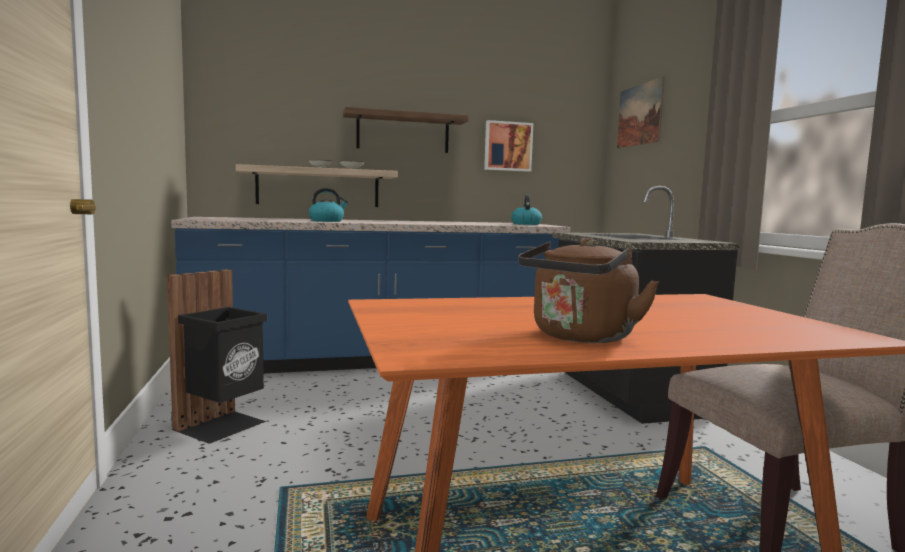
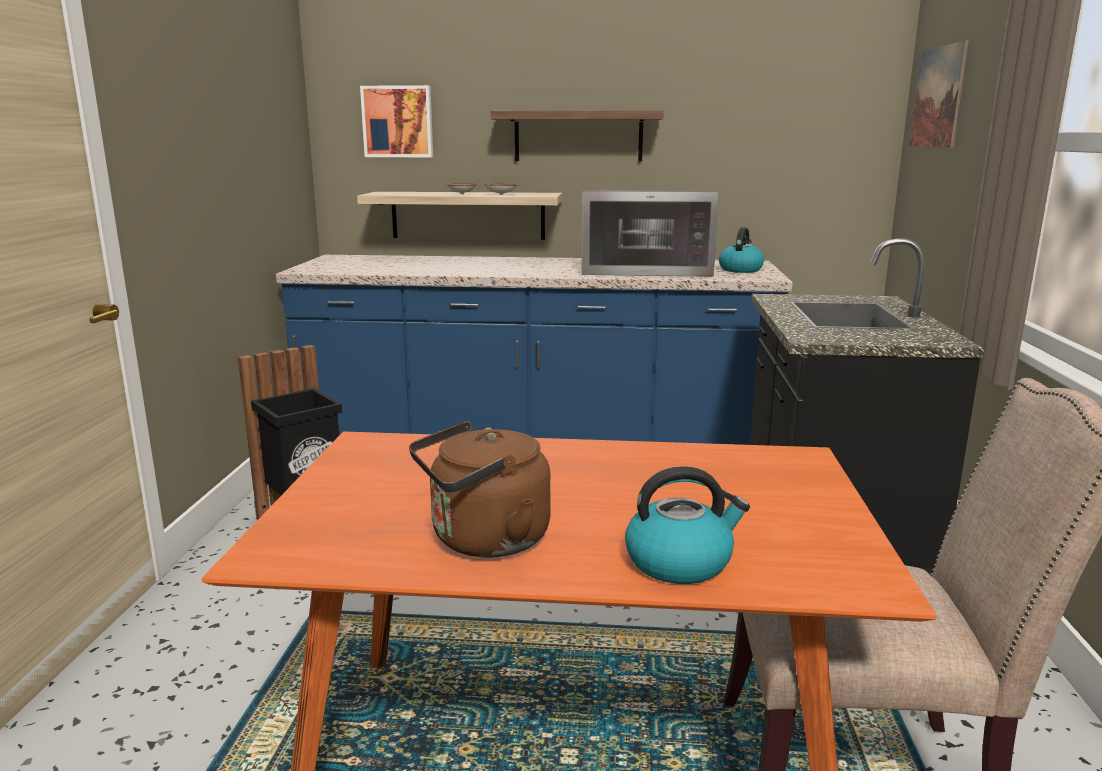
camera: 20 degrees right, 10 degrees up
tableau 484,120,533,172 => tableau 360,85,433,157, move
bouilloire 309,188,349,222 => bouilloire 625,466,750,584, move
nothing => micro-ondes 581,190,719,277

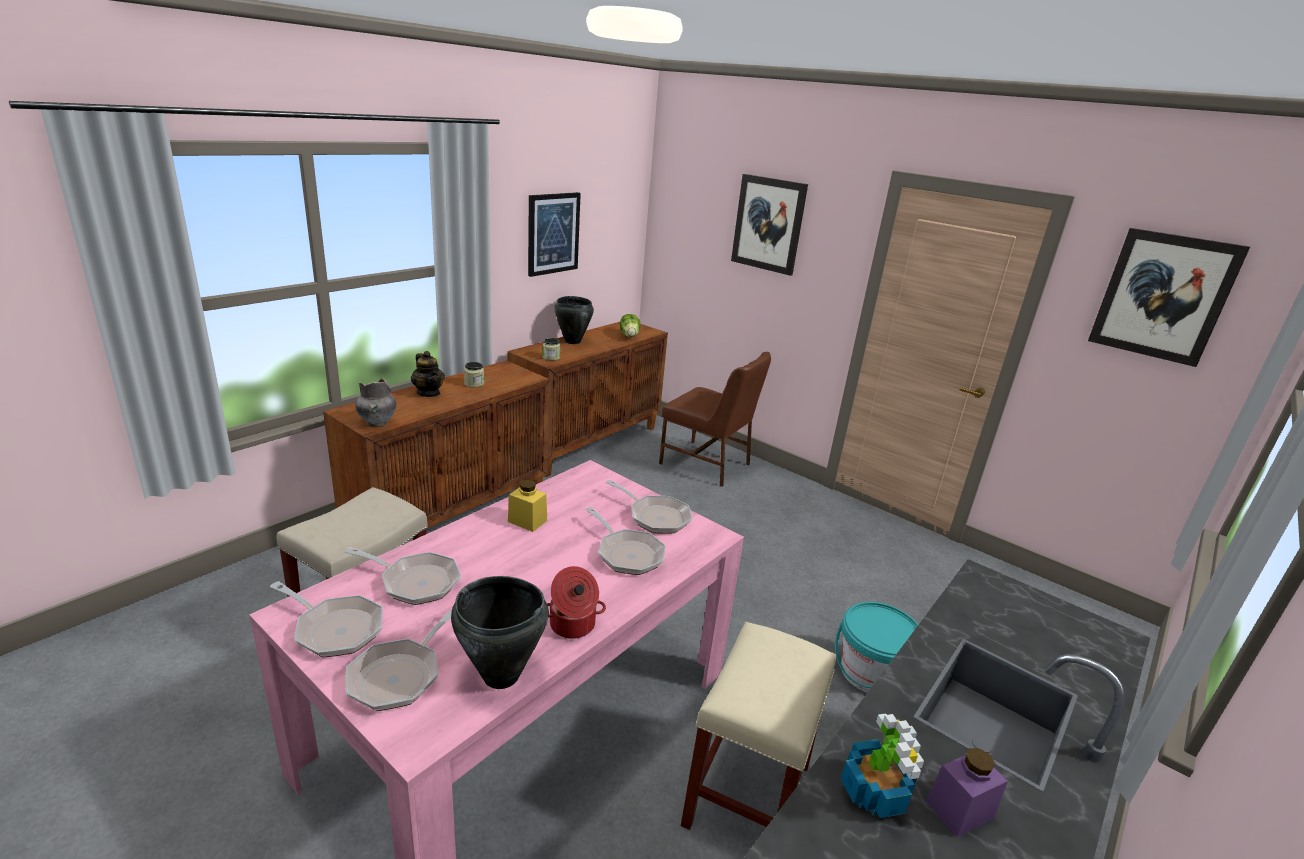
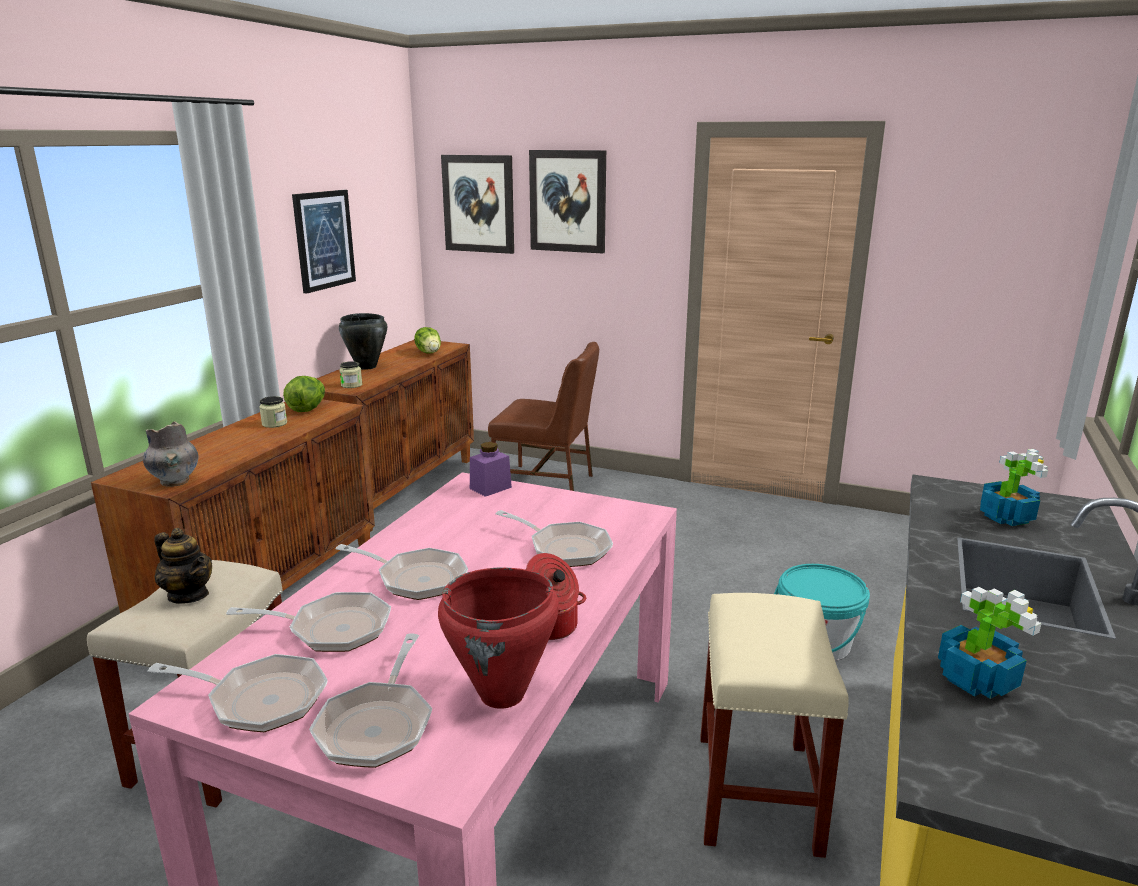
camera: 15 degrees left, 5 degrees down
tableau 1088,228,1250,367 => tableau 441,155,514,254, move
théière 411,351,445,397 => théière 155,528,212,604, move
bocal/jaune 508,480,547,532 => nothing
poêle 606,480,693,534 => poêle 335,544,468,600, move
marmite/noir 451,576,549,689 => marmite/rouge 438,567,559,709
bocal/violet 926,748,1008,837 => bocal/violet 470,442,512,497, move
nothing => laitue 283,376,325,412
nothing => plante en pot 980,449,1048,526

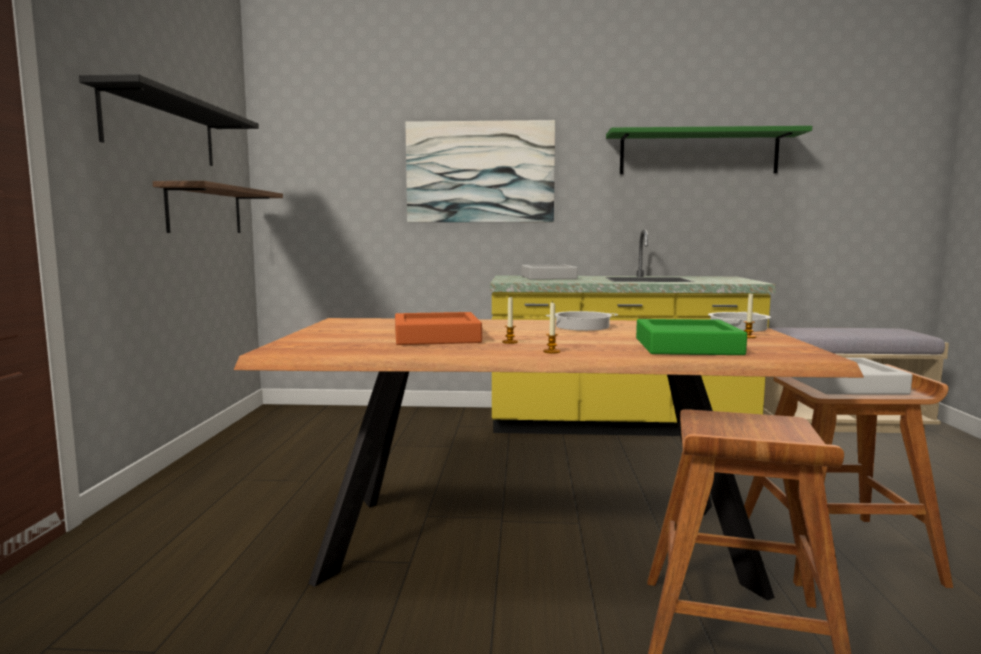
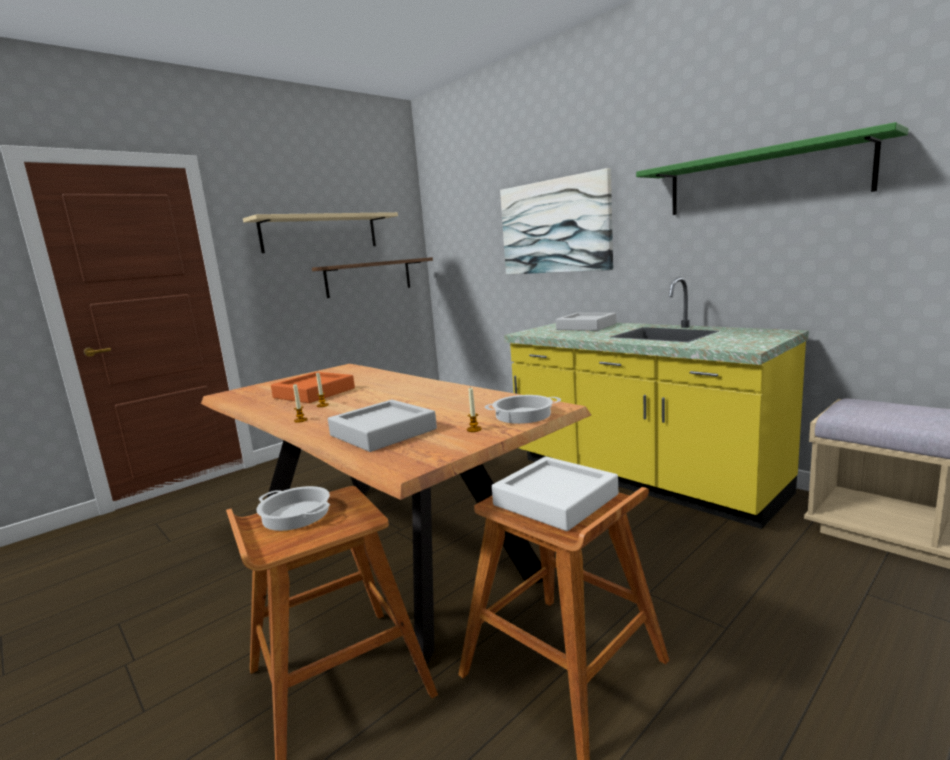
camera: 45 degrees right, 5 degrees up
étagère/noir 79,74,259,166 => étagère/beige 243,212,398,253
marmite 546,311,618,331 => marmite 256,486,330,531, move
plateau/vert 636,319,747,355 => plateau/gris 328,400,437,452

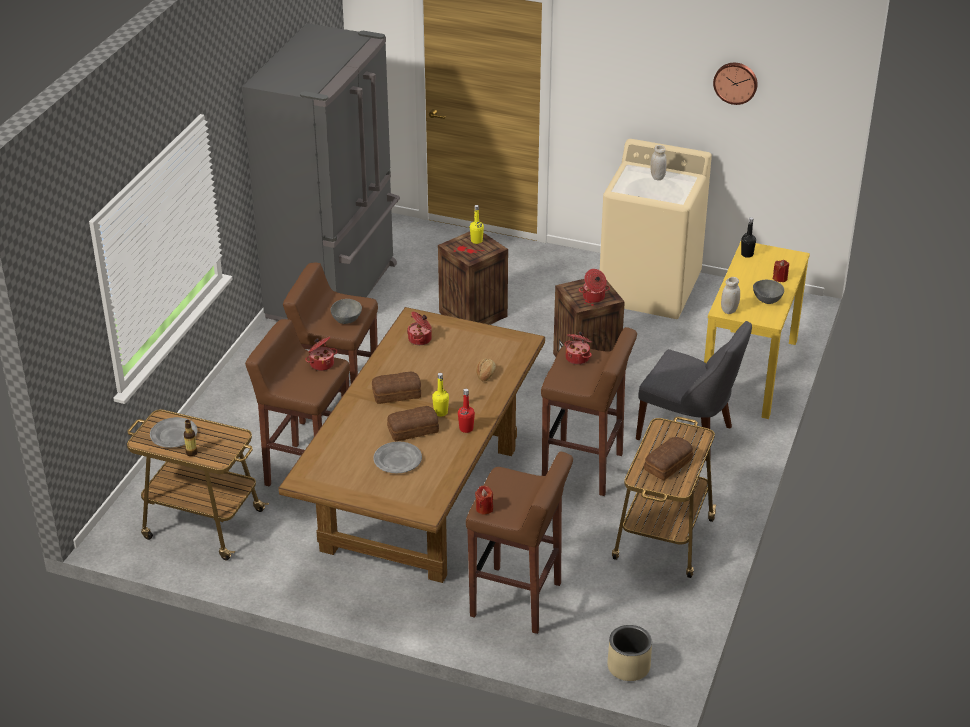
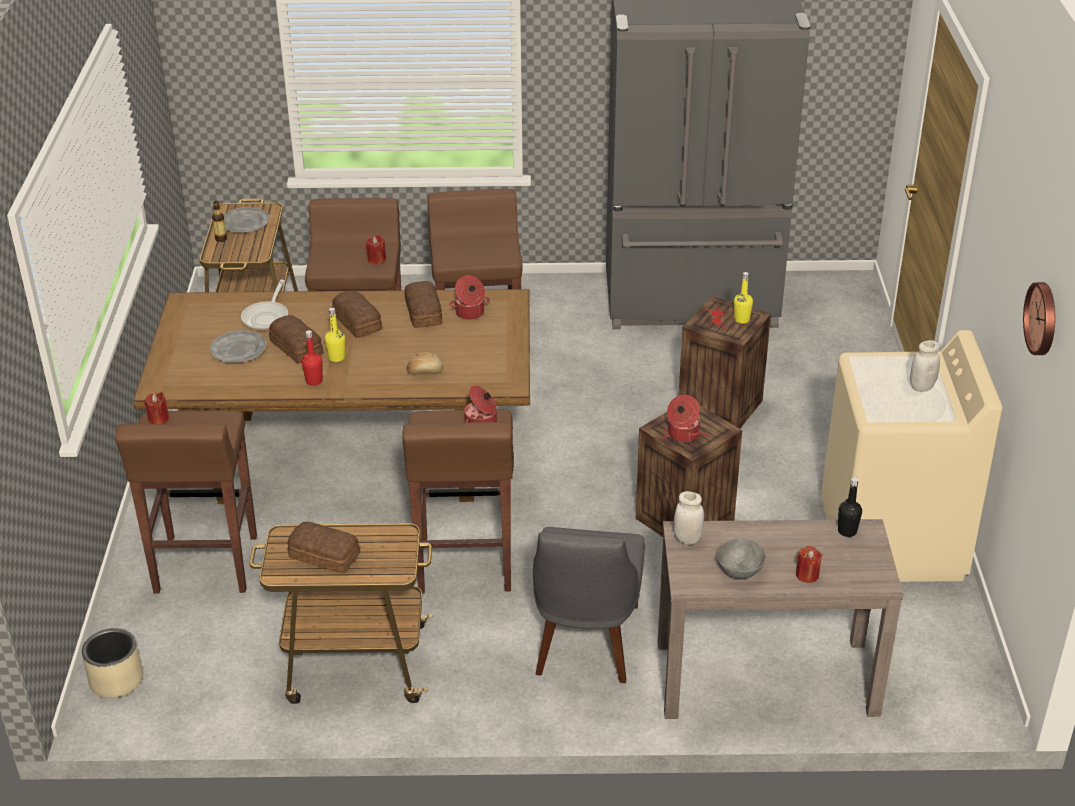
camera: 70 degrees right, 0 degrees up
table console/jaune 704,242,810,419 => table console/marron 658,519,904,719
bol/gris 331,299,362,324 => nothing
marmite 305,337,337,371 => bougie/rouge 365,235,386,265
nothing => poêle 241,280,288,331
nothing => pain 405,281,442,328

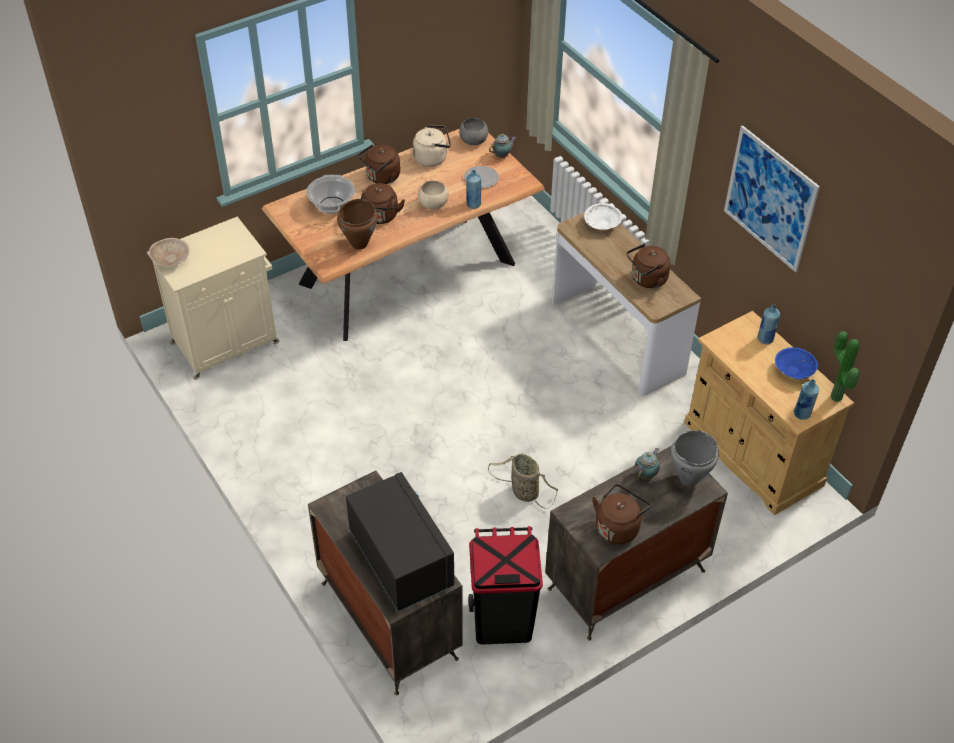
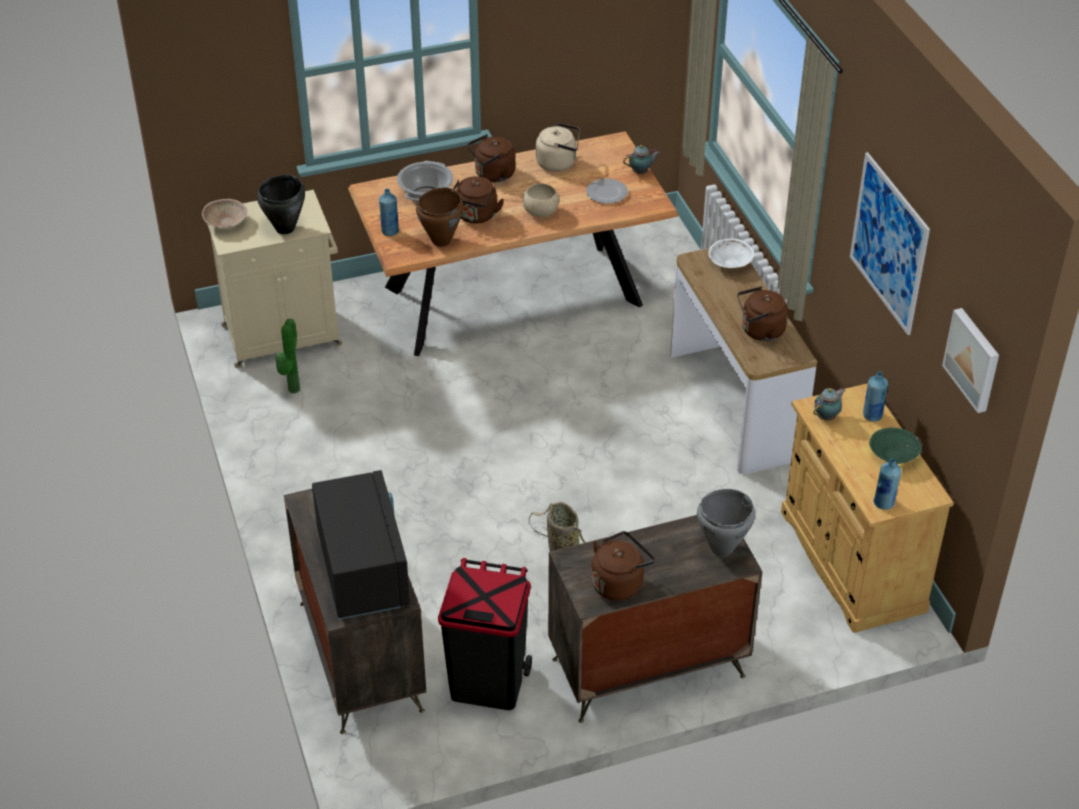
camera: 15 degrees right, 5 degrees down
bol/gris 459,118,488,145 => nothing
bouteille/bleu 466,170,481,209 => bouteille/bleu 379,189,399,236, move
plante en pot 831,331,860,402 => plante en pot 276,319,300,394, move
bol/bleu 775,348,818,379 => bol/vert 869,427,922,464
théière 635,448,660,480 => théière 813,387,845,421, move
nothing => marmite/noir 257,175,305,234
nothing => tableau 942,308,999,413

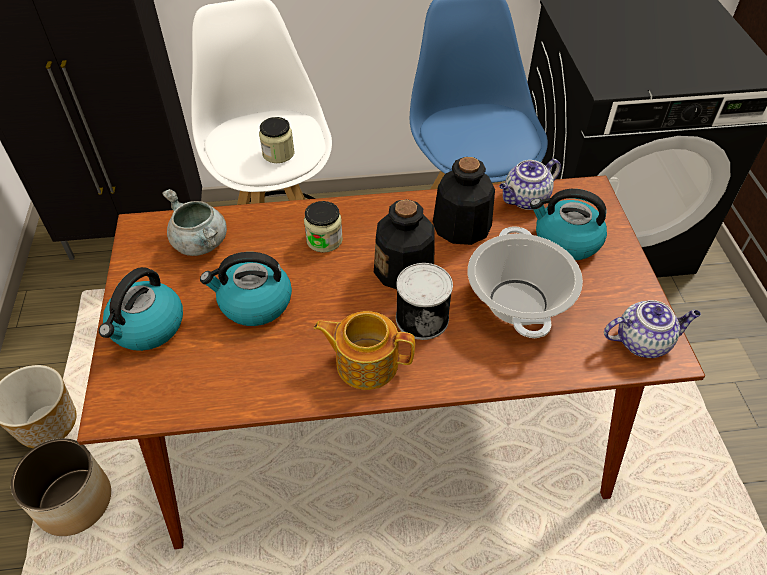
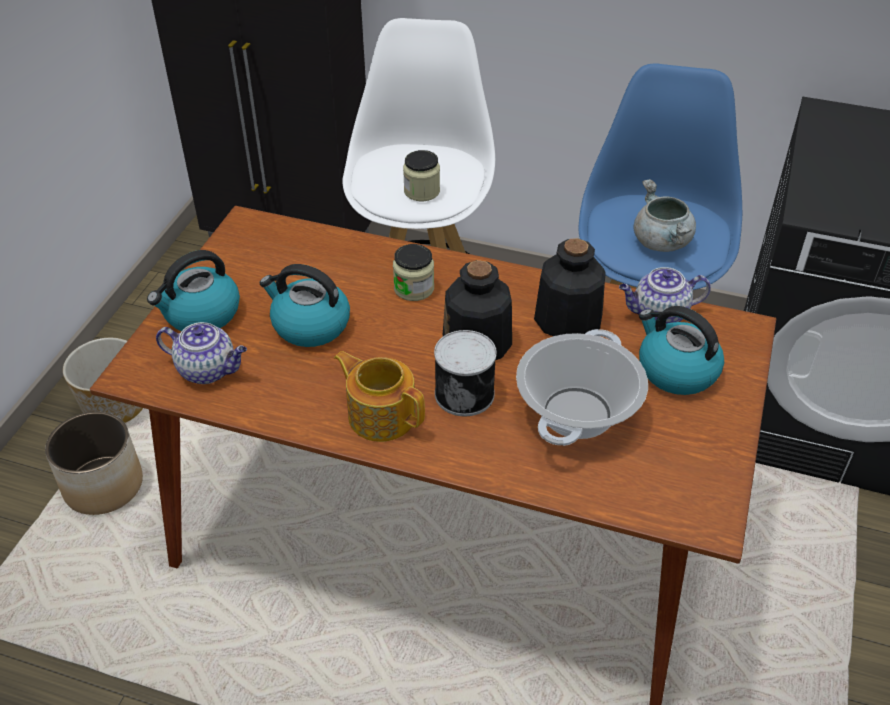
camera: 25 degrees right, 5 degrees down
marmite/gris 162,189,227,256 => marmite/gris 633,179,696,252, move
théière 604,300,701,358 => théière 156,322,247,384, move

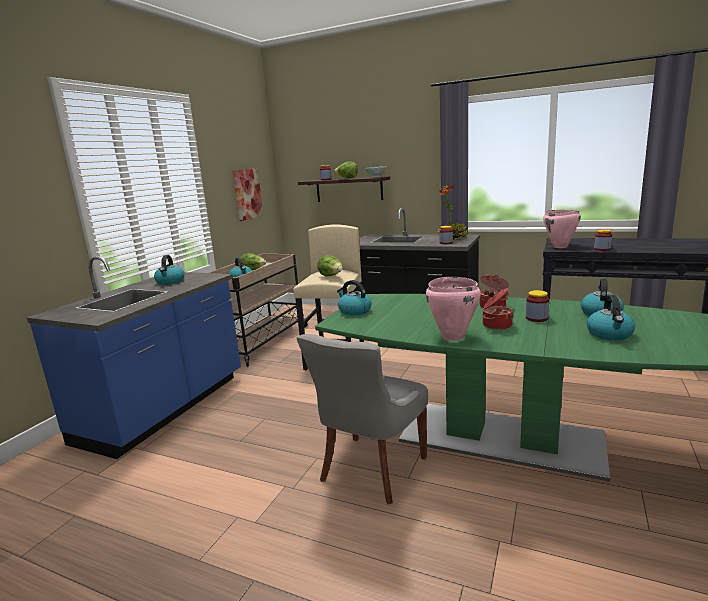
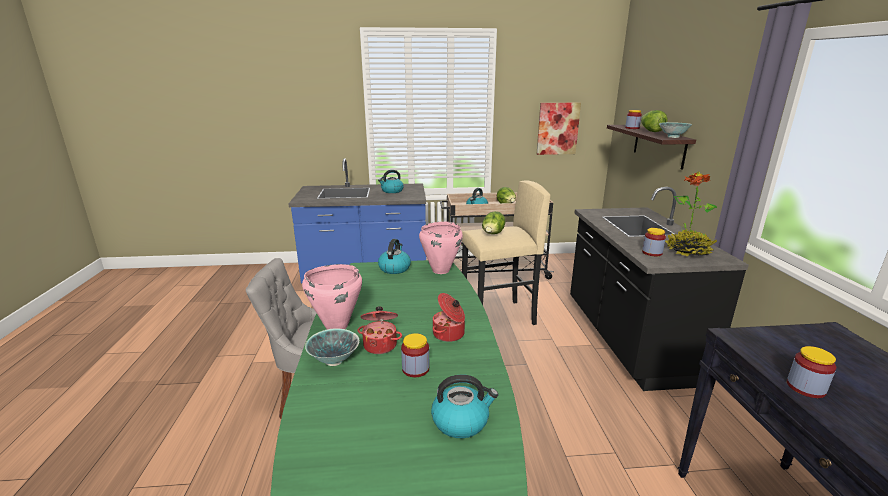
camera: 60 degrees right, 5 degrees up
marmite/rose 543,210,581,248 => marmite/rose 419,222,463,274, move
bouilloire 587,295,635,340 => nothing
nothing => bol 305,328,359,366

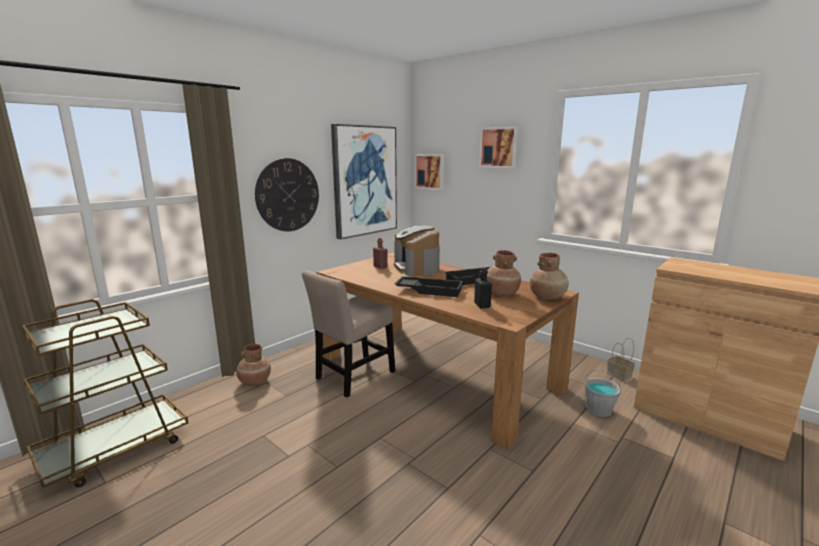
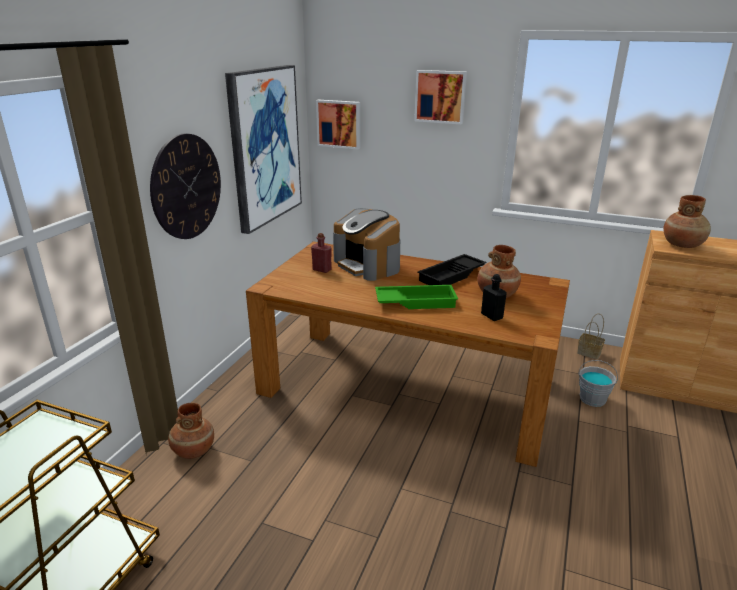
camera: 20 degrees left, 10 degrees up
vase/marron 530,253,569,300 => vase/marron 664,195,711,248, move
chaise/beige 302,270,395,398 => nothing
plateau/noir 395,276,463,297 => plateau/vert 375,285,458,309

